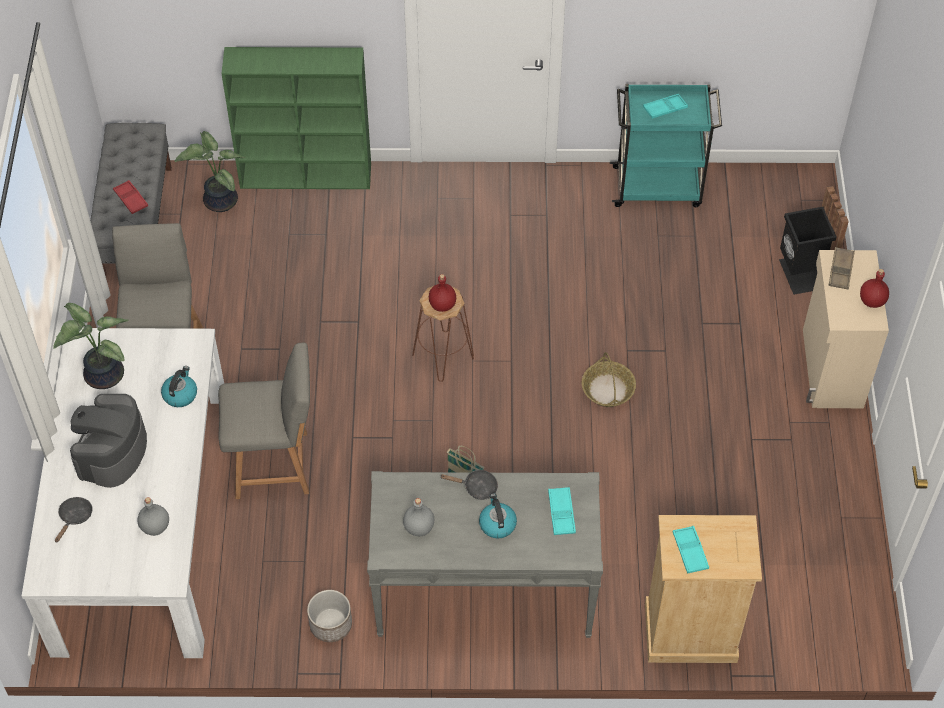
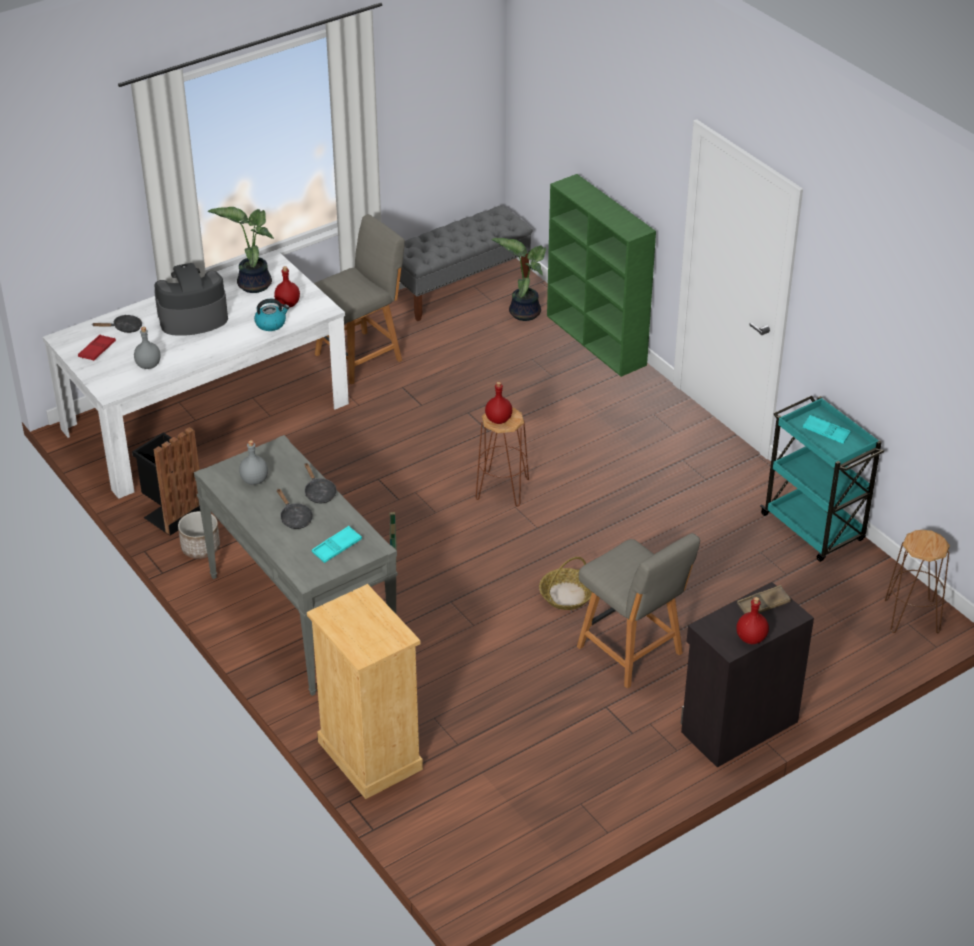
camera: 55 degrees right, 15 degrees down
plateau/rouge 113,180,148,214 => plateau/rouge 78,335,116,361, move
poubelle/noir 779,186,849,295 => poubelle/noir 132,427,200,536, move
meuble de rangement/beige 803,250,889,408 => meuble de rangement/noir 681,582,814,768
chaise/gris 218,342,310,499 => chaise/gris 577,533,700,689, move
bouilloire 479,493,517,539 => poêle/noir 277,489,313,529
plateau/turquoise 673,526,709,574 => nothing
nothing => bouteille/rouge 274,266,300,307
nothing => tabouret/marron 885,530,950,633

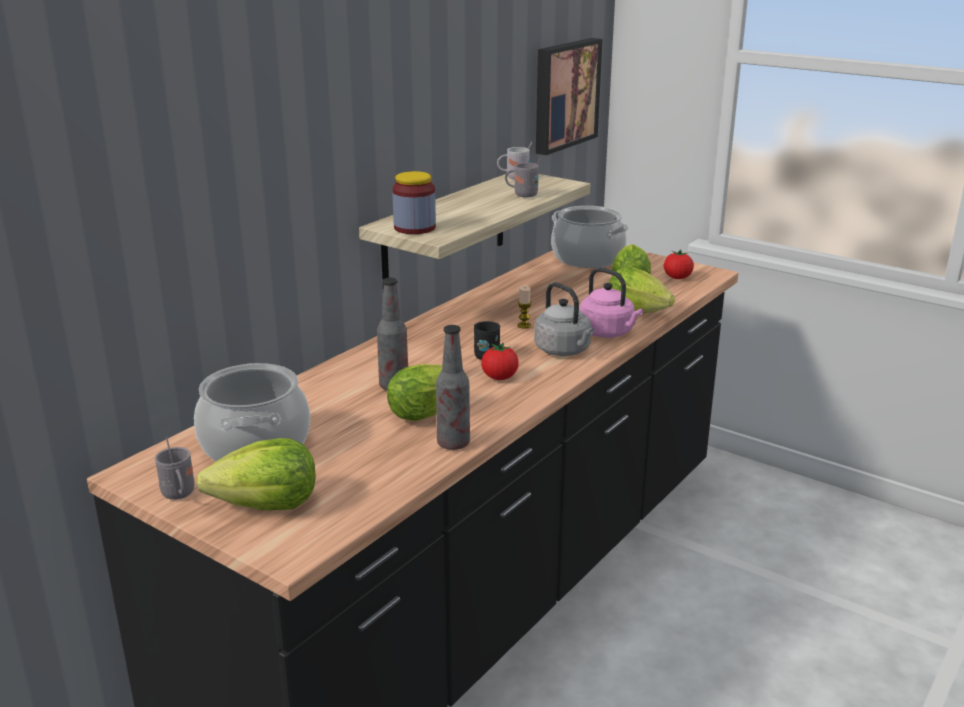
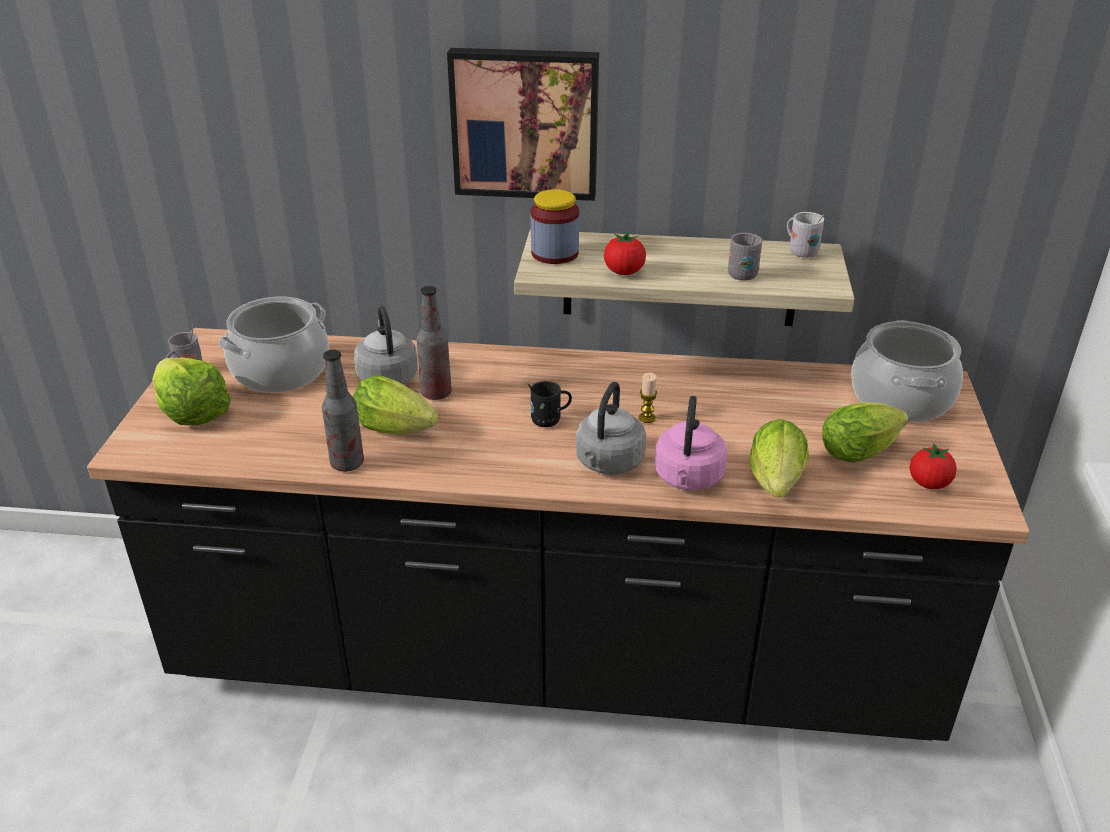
camera: 60 degrees right, 10 degrees up
tableau 536,38,602,155 => tableau 447,48,599,201, move
tomate 481,342,518,380 => tomate 604,232,646,275, move
nothing => bouilloire/gris 354,306,418,384

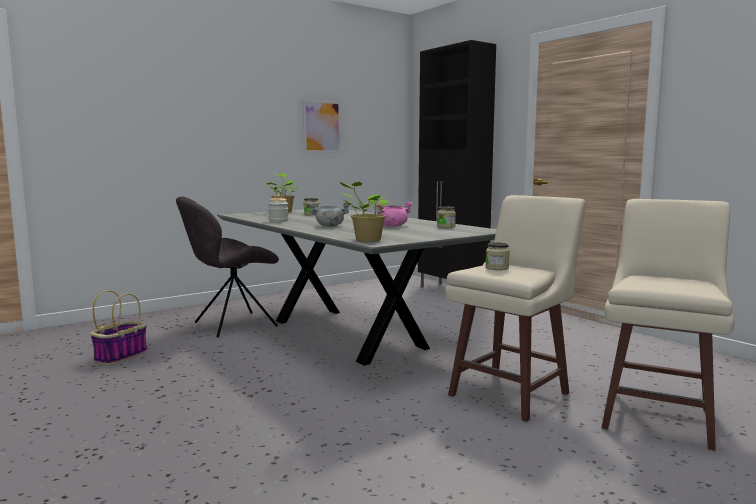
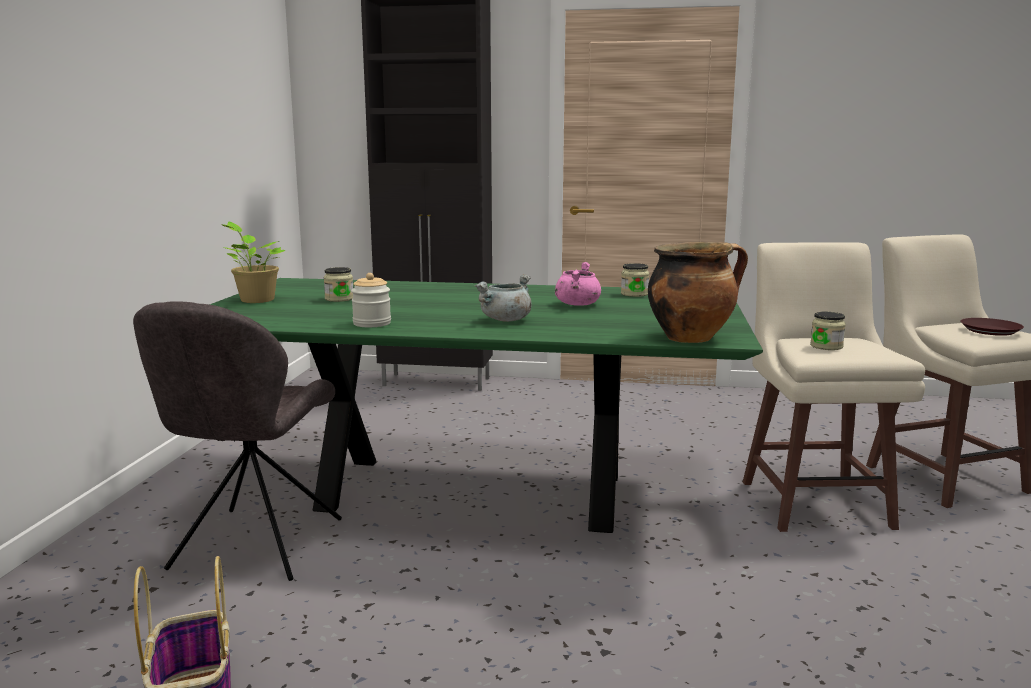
camera: 45 degrees left, 5 degrees up
tableau 303,99,341,153 => nothing
plante en pot 339,182,389,242 => marmite 648,242,748,343
table à manger/gris 217,209,497,366 => table à manger/vert 210,278,763,533
nothing => assiette/marron 960,318,1024,336

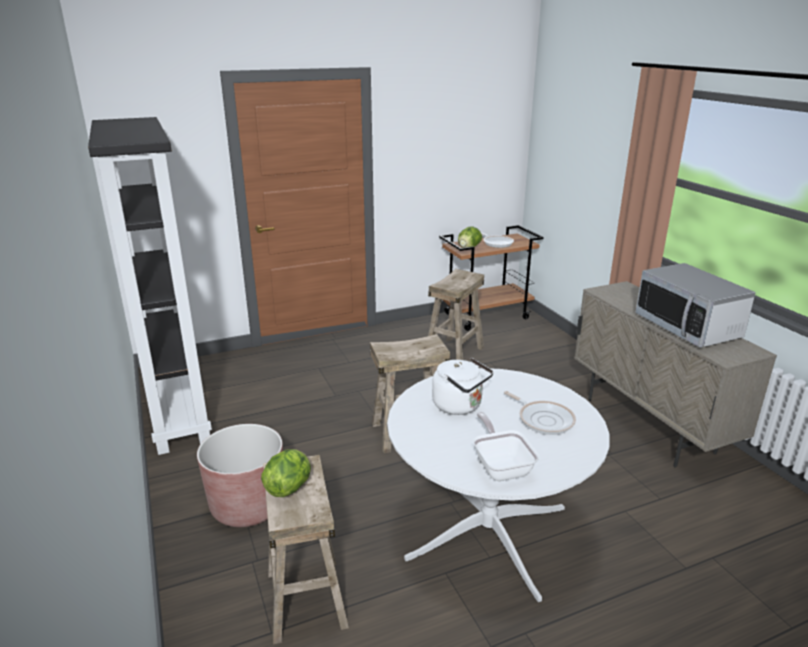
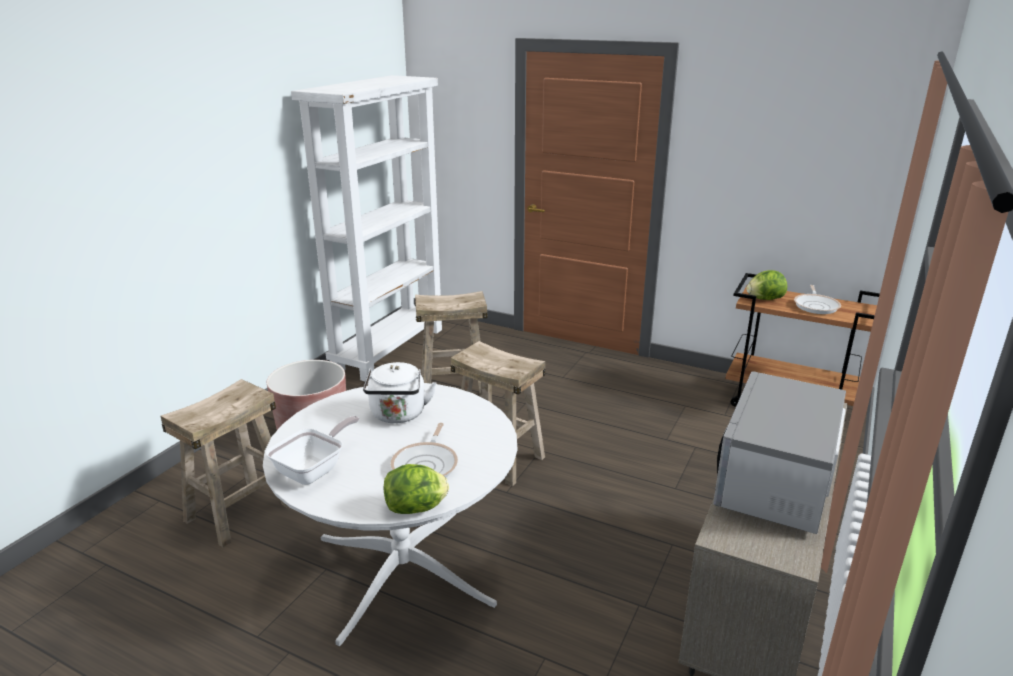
camera: 50 degrees right, 0 degrees up
bibliothèque/noir 88,117,212,455 => bibliothèque/blanc 291,75,442,381
tabouret/beige 428,269,484,360 => tabouret/beige 415,291,488,397, move
laitue 261,449,311,497 => laitue 383,464,449,514, move

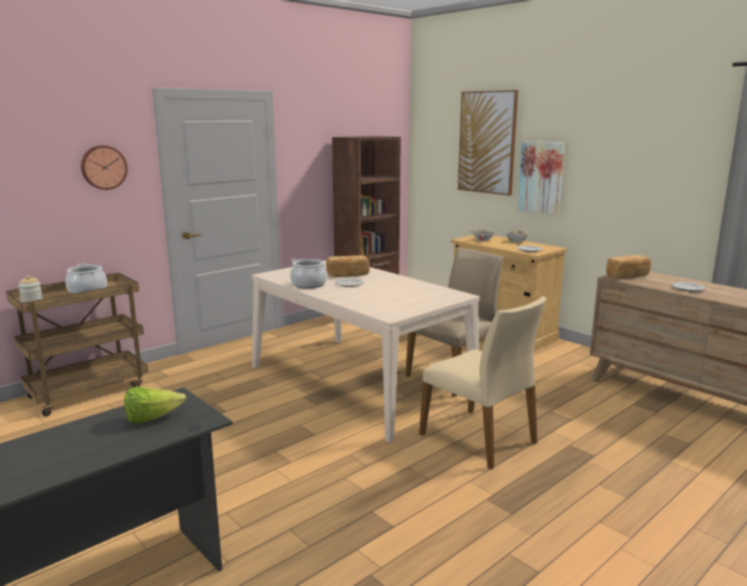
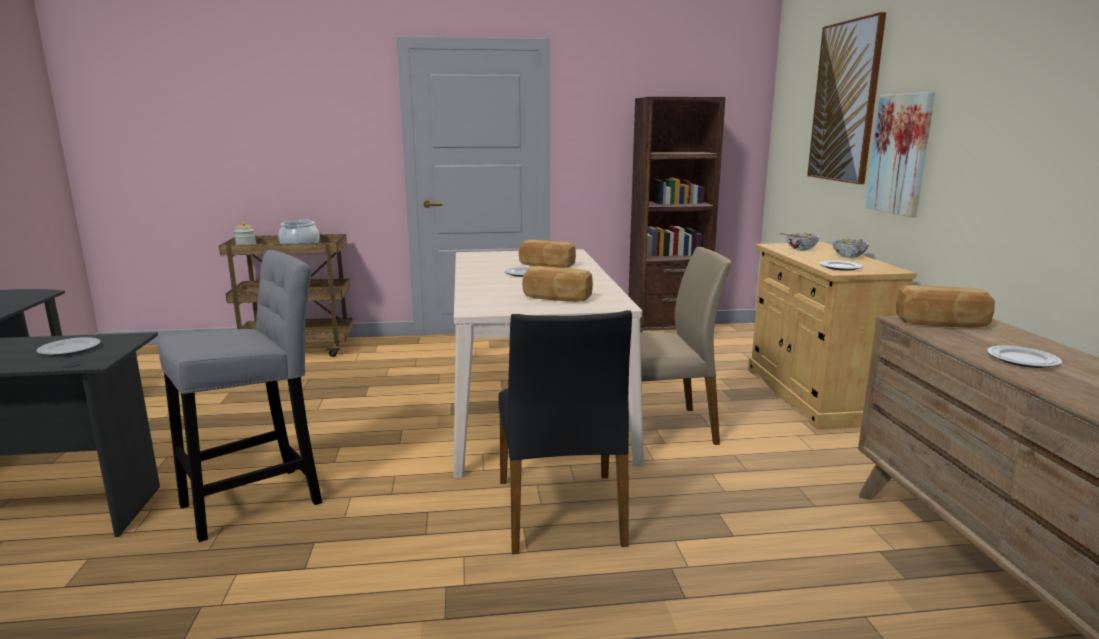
camera: 35 degrees right, 0 degrees up
horloge murale 81,145,127,190 => nothing
marmite 290,259,327,289 => nothing
chaise/beige 419,296,546,470 => chaise/noir 498,310,632,554
laitue 124,387,186,423 => assiette 36,337,101,356
nothing => tabouret/gris 159,250,322,542
nothing => pain 522,266,593,302

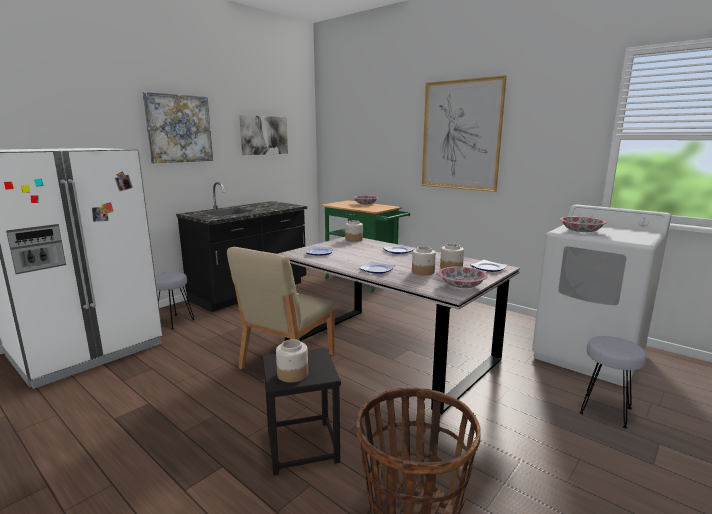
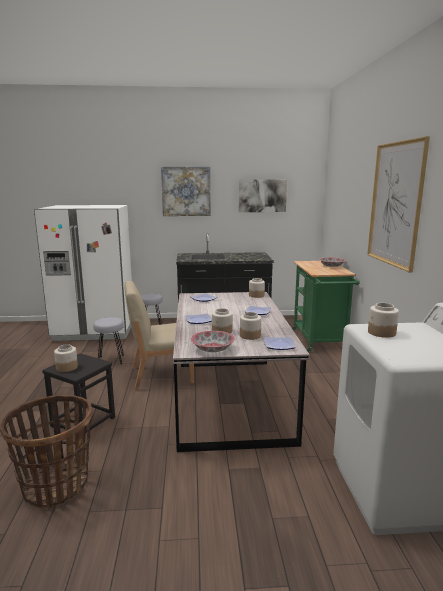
camera: 45 degrees right, 0 degrees up
bol 560,217,607,232 => bocal 368,303,399,338
tabouret/gris 579,336,647,429 => tabouret/gris 93,317,124,365, move

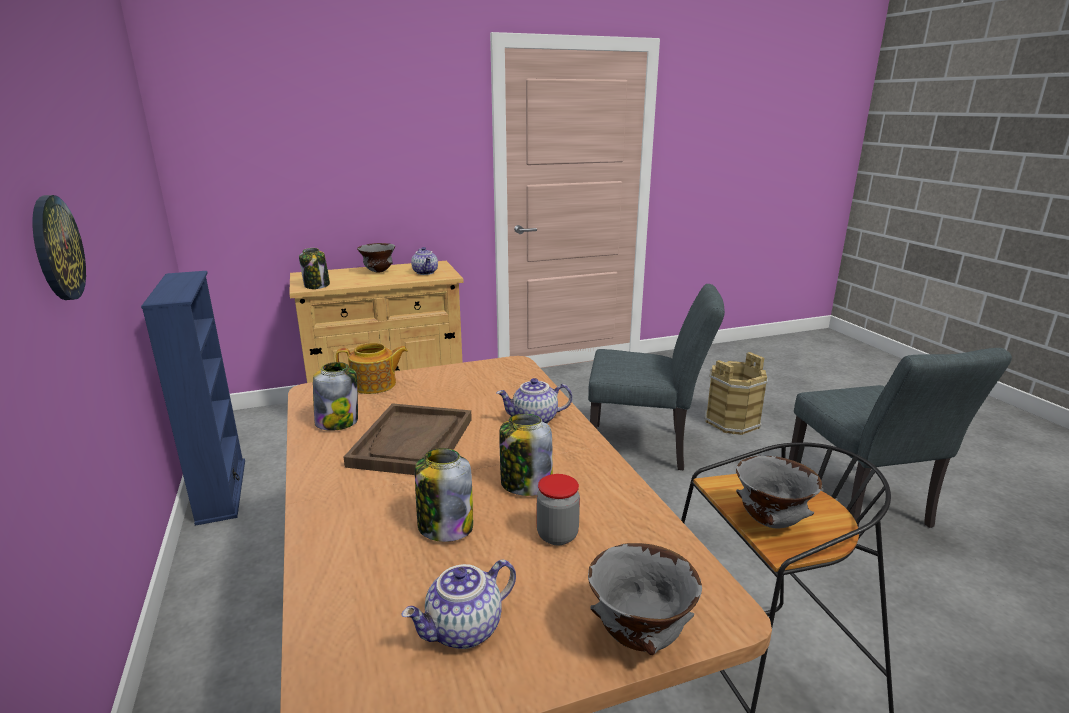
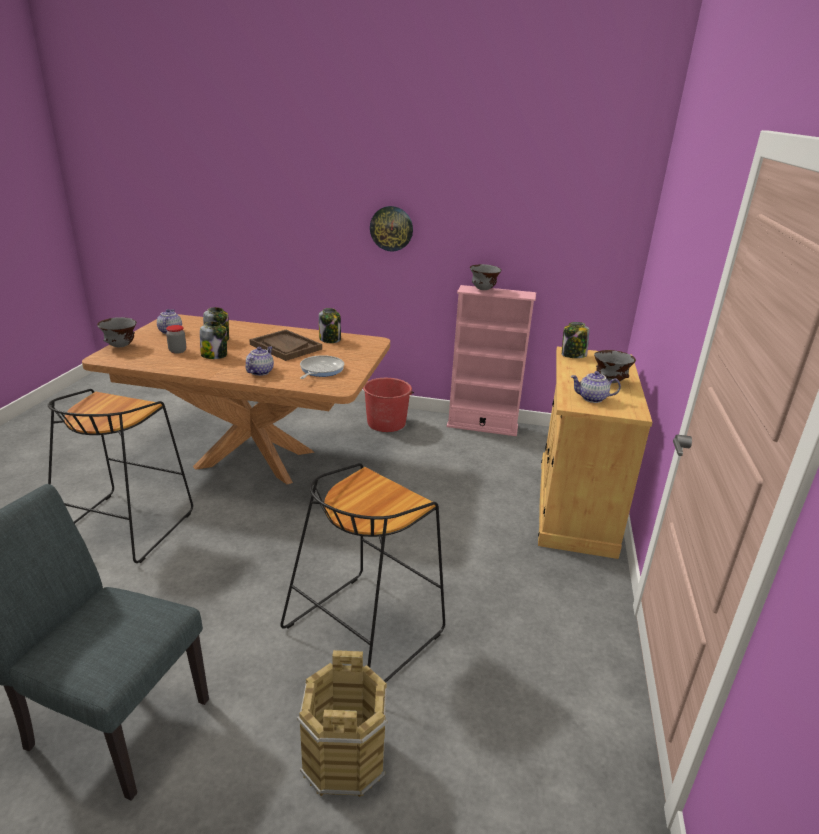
camera: 120 degrees right, 5 degrees up
bibliothèque/bleu 141,271,245,526 => bibliothèque/rose 447,285,536,436
chaise/gris 588,284,725,470 => tabouret/noir 280,463,445,682
théière 336,343,408,394 => nothing
bol/gris 736,456,822,529 => bol/gris 470,264,502,290, move
nothing => poêle 300,355,344,379
nothing => seau/rouge 363,378,414,432

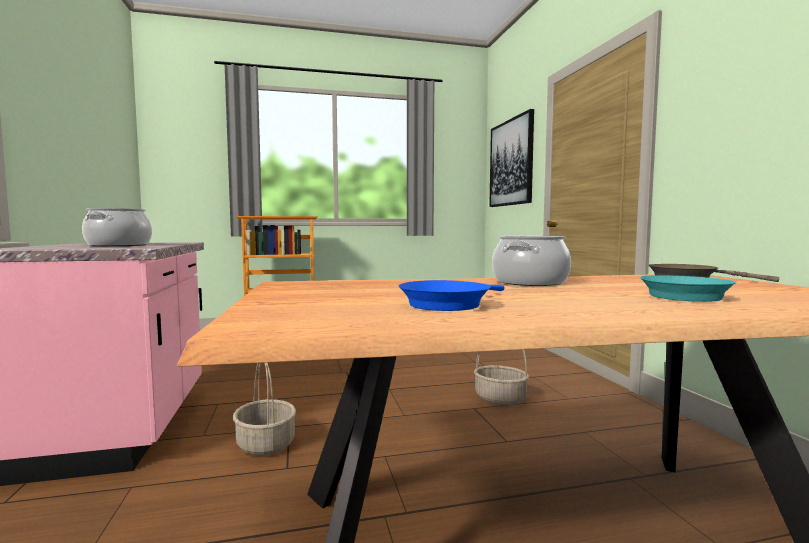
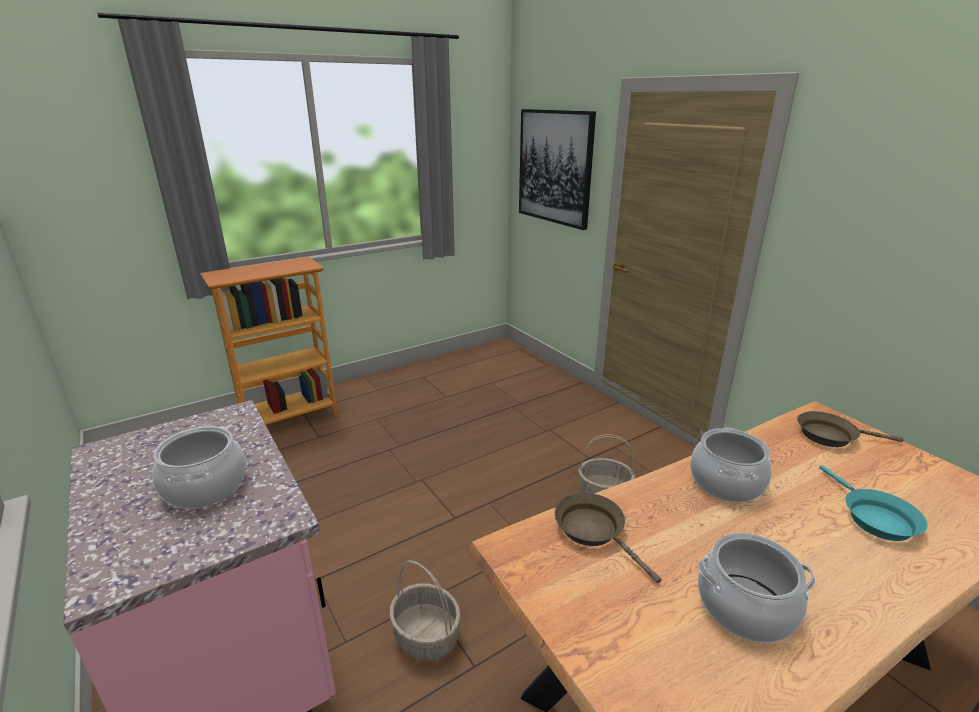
camera: 20 degrees left, 20 degrees up
poêle/bleu 399,280,504,311 => marmite 698,533,816,642
nothing => poêle/marron 555,493,661,583

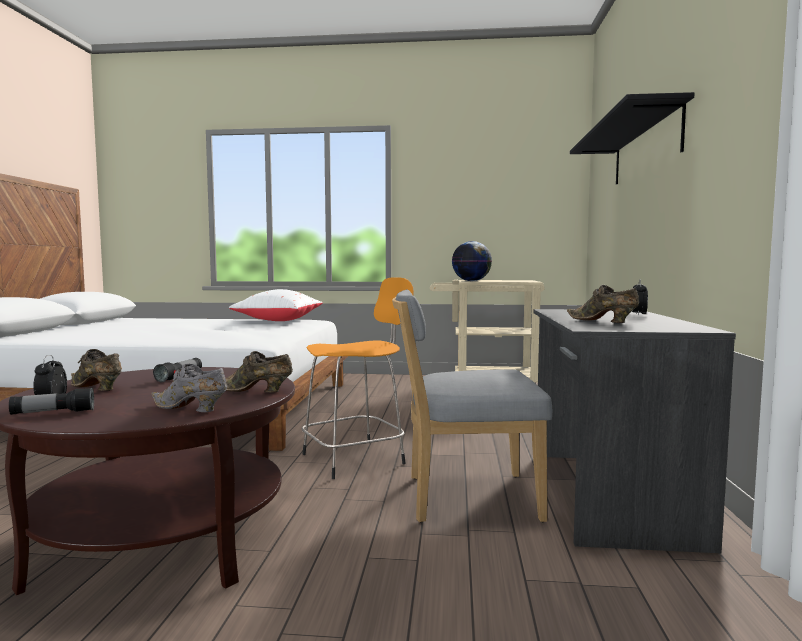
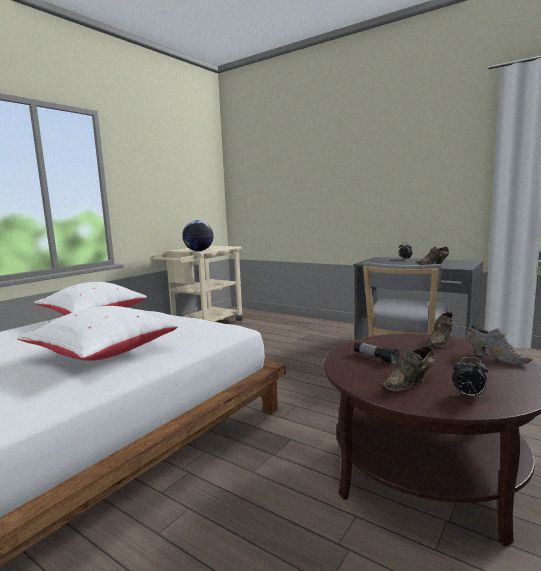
camera: 60 degrees left, 5 degrees up
étagère/noir 570,92,694,184 => nothing
tabouret/orange 302,277,414,479 => nothing
chaussure/gris 151,363,227,412 => chaussure/gris 466,325,533,365, 90 degrees counterclockwise
lampe de poche 9,387,94,415 => nothing
nothing => coussin/blanc 17,306,178,361

